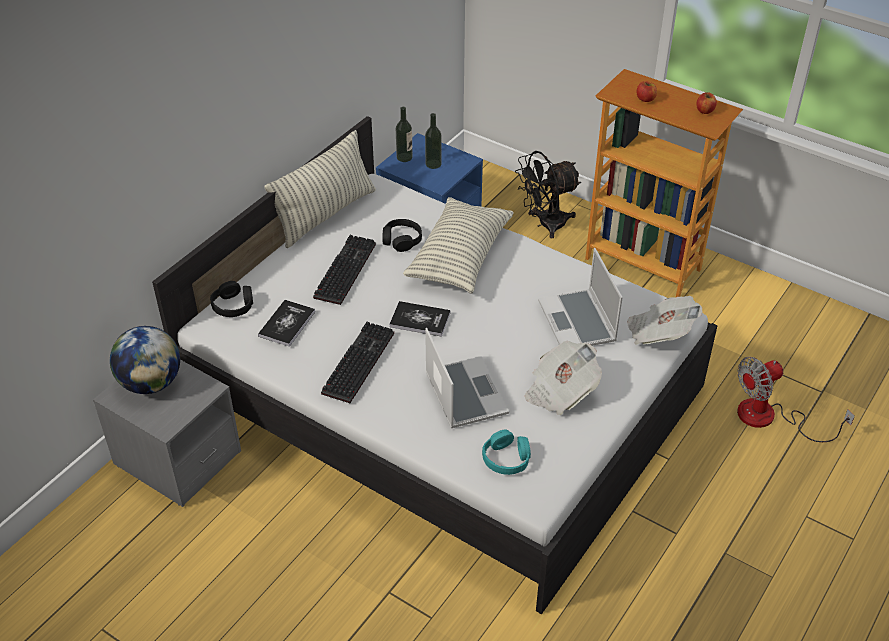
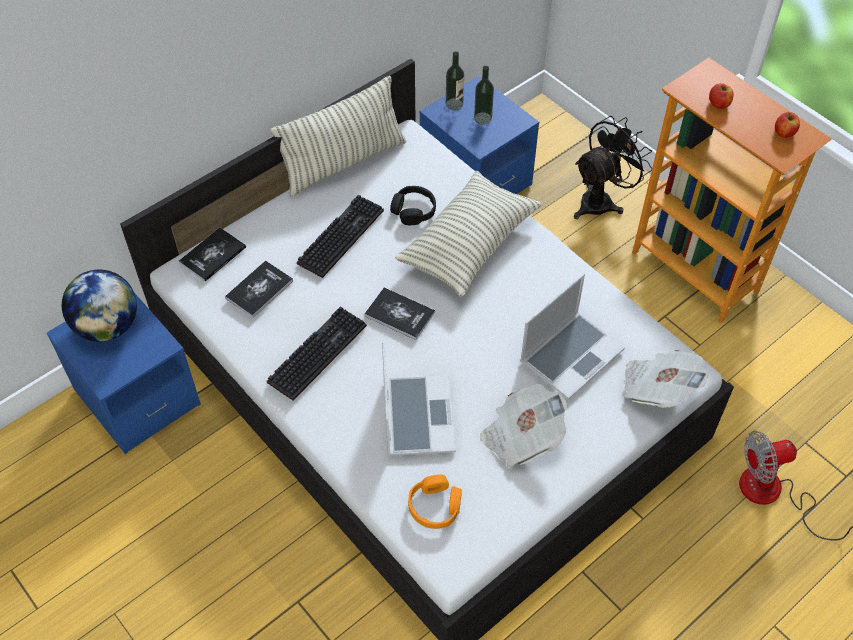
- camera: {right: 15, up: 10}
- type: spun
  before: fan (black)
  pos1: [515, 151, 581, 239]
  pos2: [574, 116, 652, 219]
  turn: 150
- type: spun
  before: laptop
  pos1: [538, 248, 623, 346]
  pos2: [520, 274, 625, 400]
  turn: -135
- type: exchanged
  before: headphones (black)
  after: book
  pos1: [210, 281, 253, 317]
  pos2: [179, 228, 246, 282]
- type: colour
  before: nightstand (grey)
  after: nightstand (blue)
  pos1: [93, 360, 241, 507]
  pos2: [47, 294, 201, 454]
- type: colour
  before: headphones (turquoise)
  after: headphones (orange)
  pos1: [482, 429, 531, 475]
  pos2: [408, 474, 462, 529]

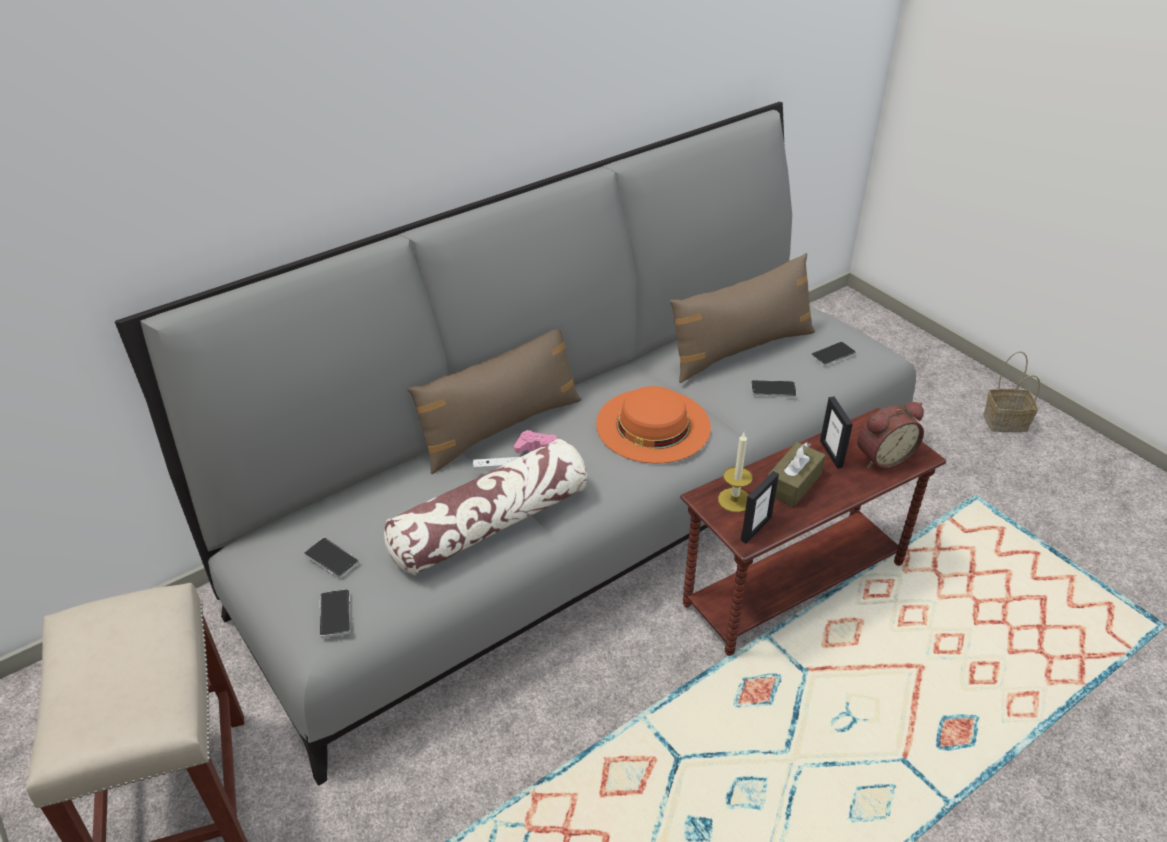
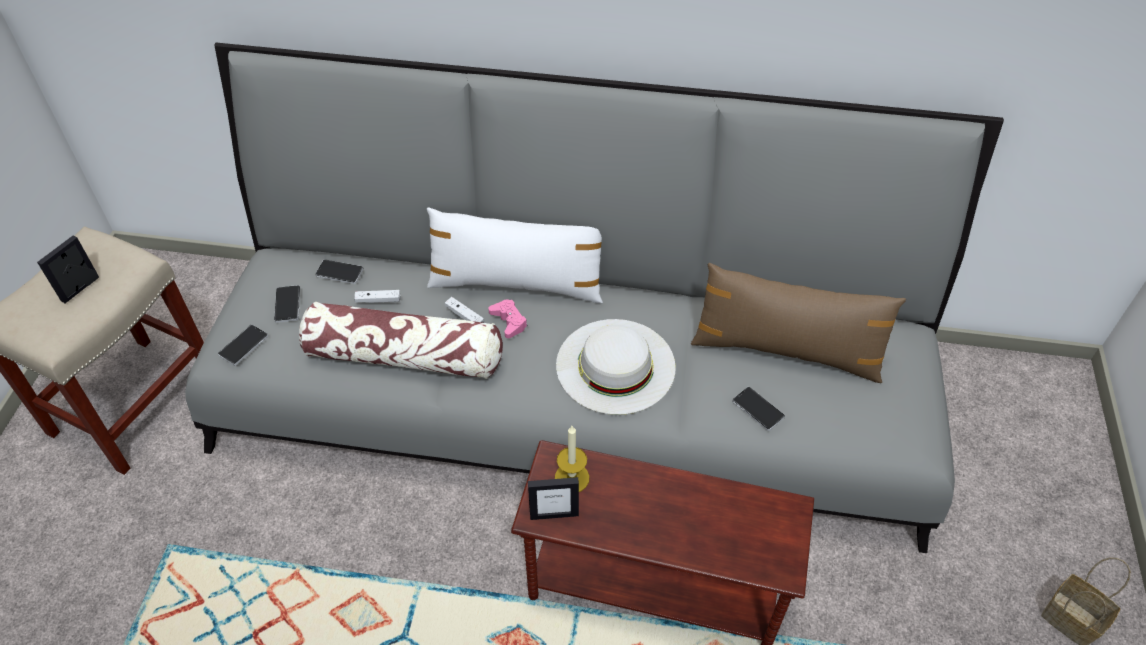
- camera: {right: 45, up: 10}
- type: colour
  before: pillow (brown)
  after: pillow (white)
  pos1: [408, 329, 582, 474]
  pos2: [427, 208, 603, 304]
- type: relocated
  before: phone
  pos1: [811, 342, 856, 367]
  pos2: [315, 259, 364, 284]
- type: colour
  before: hat (orange)
  after: hat (white)
  pos1: [596, 386, 711, 464]
  pos2: [556, 319, 676, 415]
- type: relocated
  before: picture frame
  pos1: [820, 396, 853, 469]
  pos2: [37, 235, 99, 303]
- type: missing
  before: alarm clock
  pos1: [857, 402, 924, 469]
- type: missing
  before: tissue box (brown)
  pos1: [768, 442, 826, 507]
- type: appeared
  after: game controller (white)
  pos2: [354, 290, 401, 303]

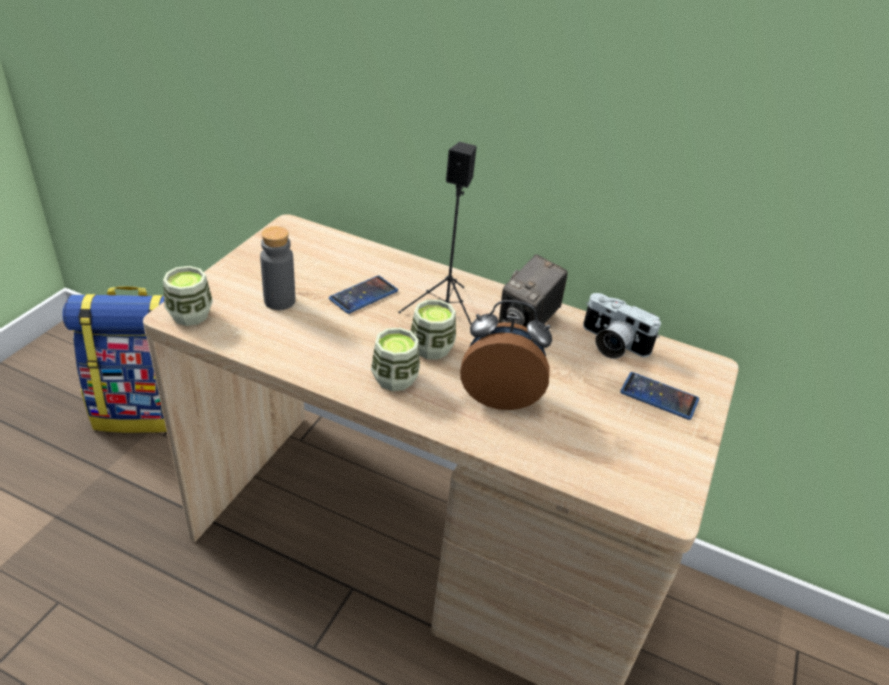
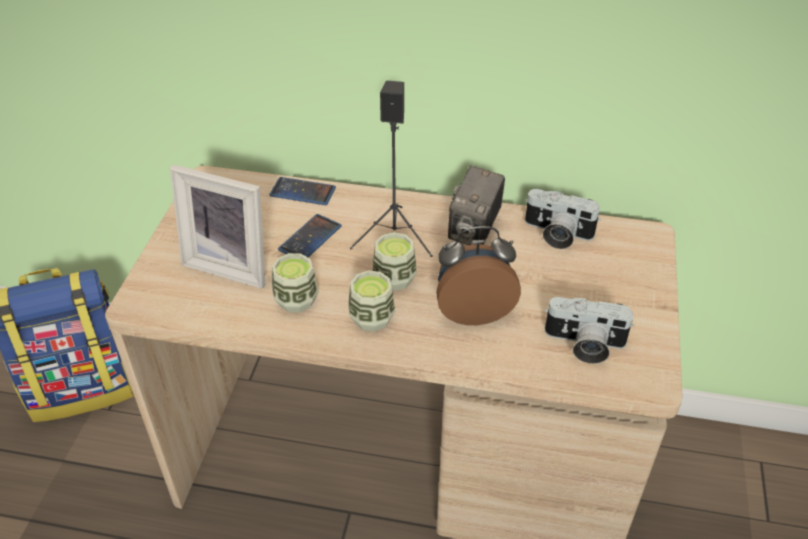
- camera: {right: -10, up: 5}
- type: exchanged
  before: bottle (grey)
  after: picture frame
  pos1: [260, 226, 295, 310]
  pos2: [170, 164, 265, 288]
- type: relocated
  before: cup
  pos1: [163, 266, 213, 326]
  pos2: [272, 253, 319, 313]
- type: relocated
  before: phone
  pos1: [620, 372, 699, 420]
  pos2: [269, 177, 336, 205]
- type: appeared
  after: photo camera
  pos2: [544, 297, 634, 364]

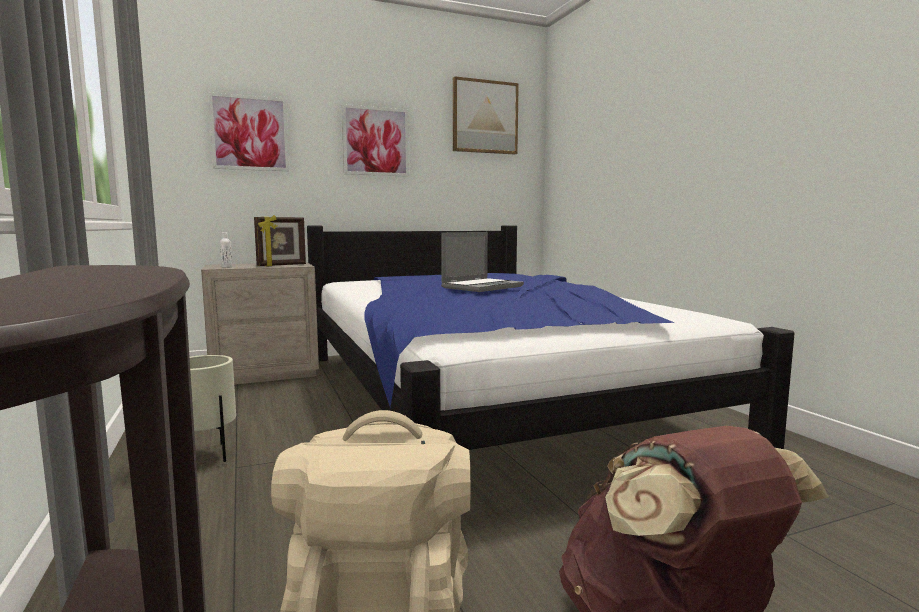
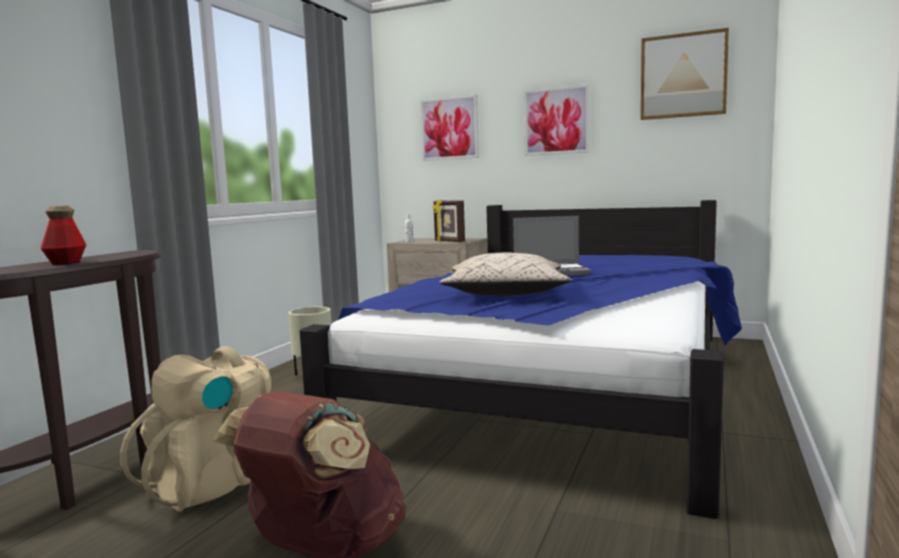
- camera: {right: 45, up: 0}
- type: spun
  before: picture frame
  pos1: [254, 215, 306, 267]
  pos2: [433, 199, 465, 242]
  turn: 45
- type: appeared
  after: bottle
  pos2: [40, 206, 86, 265]
- type: appeared
  after: pillow (beige)
  pos2: [440, 253, 572, 296]

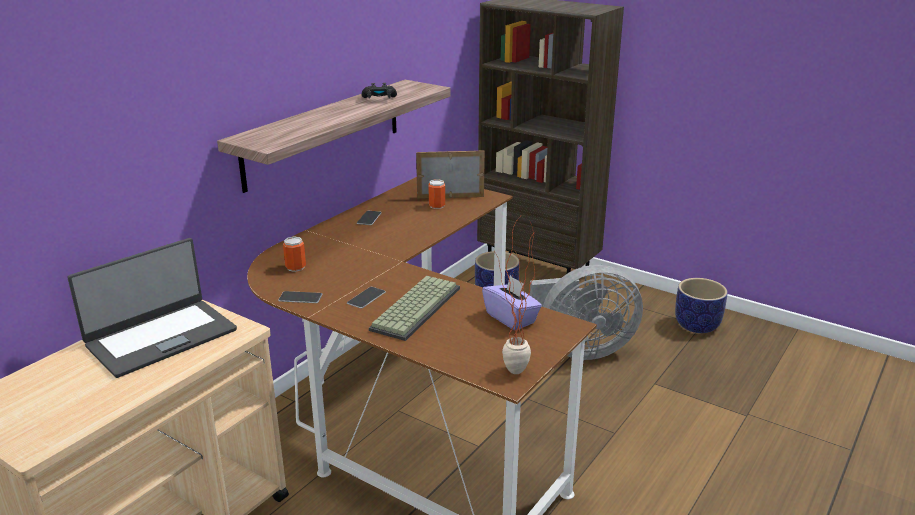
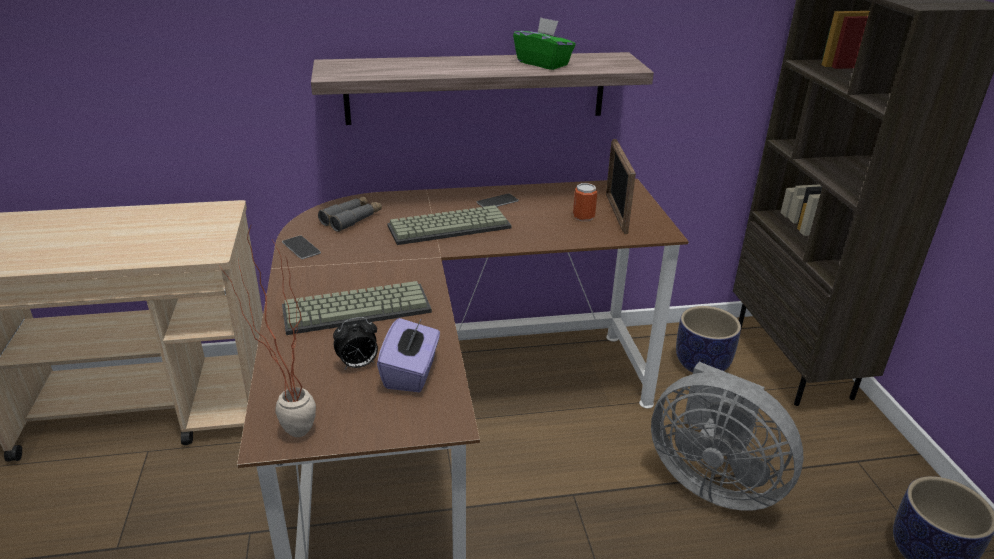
- camera: {right: 45, up: 5}
- type: exchanged
  before: game controller (black)
  after: tissue box (green)
  pos1: [361, 83, 397, 99]
  pos2: [513, 17, 576, 70]
- type: spun
  before: picture frame
  pos1: [416, 150, 485, 199]
  pos2: [606, 139, 636, 234]
  turn: -135
- type: exchanged
  before: can
  after: binoculars (grey)
  pos1: [283, 237, 306, 272]
  pos2: [318, 197, 382, 232]
- type: missing
  before: laptop
  pos1: [67, 238, 237, 378]
- type: missing
  before: phone
  pos1: [347, 287, 386, 308]
- type: appeared
  after: keyboard
  pos2: [387, 205, 511, 245]
- type: appeared
  after: alarm clock
  pos2: [333, 317, 378, 369]

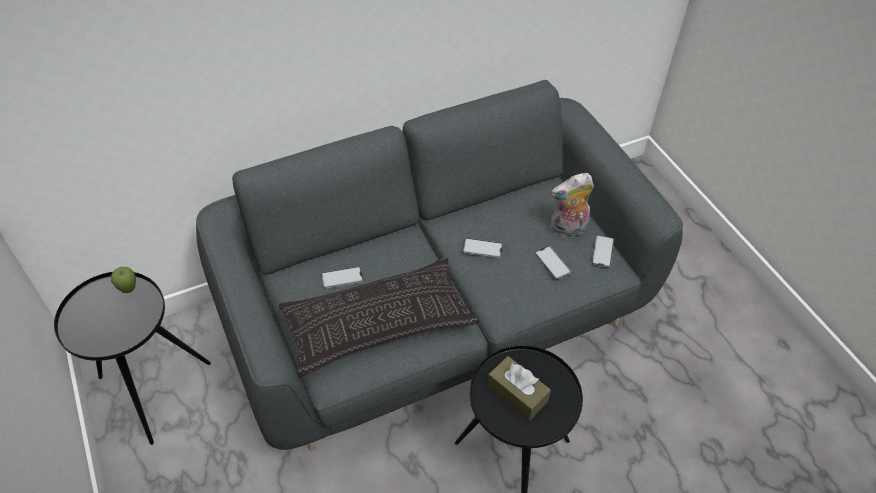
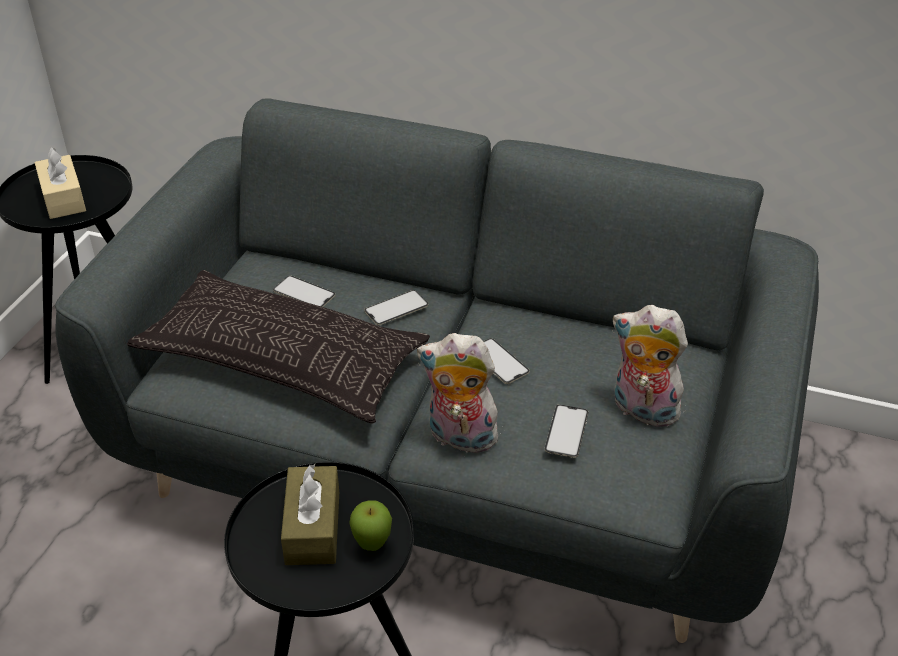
- camera: {right: 45, up: -10}
- type: relocated
  before: phone
  pos1: [591, 235, 614, 268]
  pos2: [364, 290, 428, 325]
- type: relocated
  before: apple
  pos1: [111, 267, 136, 293]
  pos2: [349, 500, 392, 551]
- type: appeared
  after: tissue box (beige)
  pos2: [34, 148, 86, 219]
- type: appeared
  after: plush toy
  pos2: [417, 333, 502, 457]

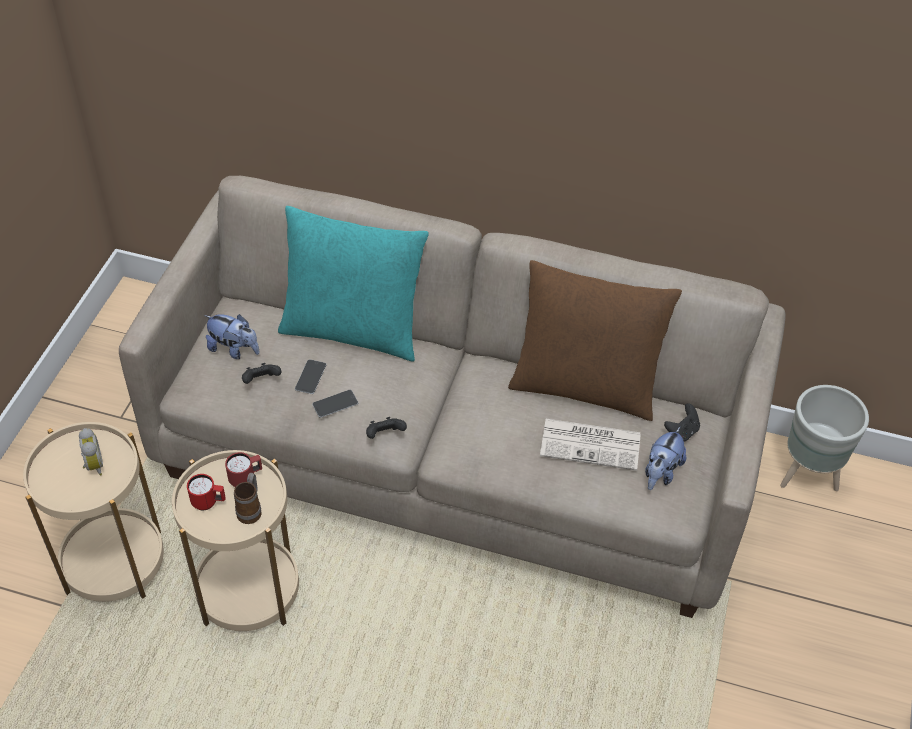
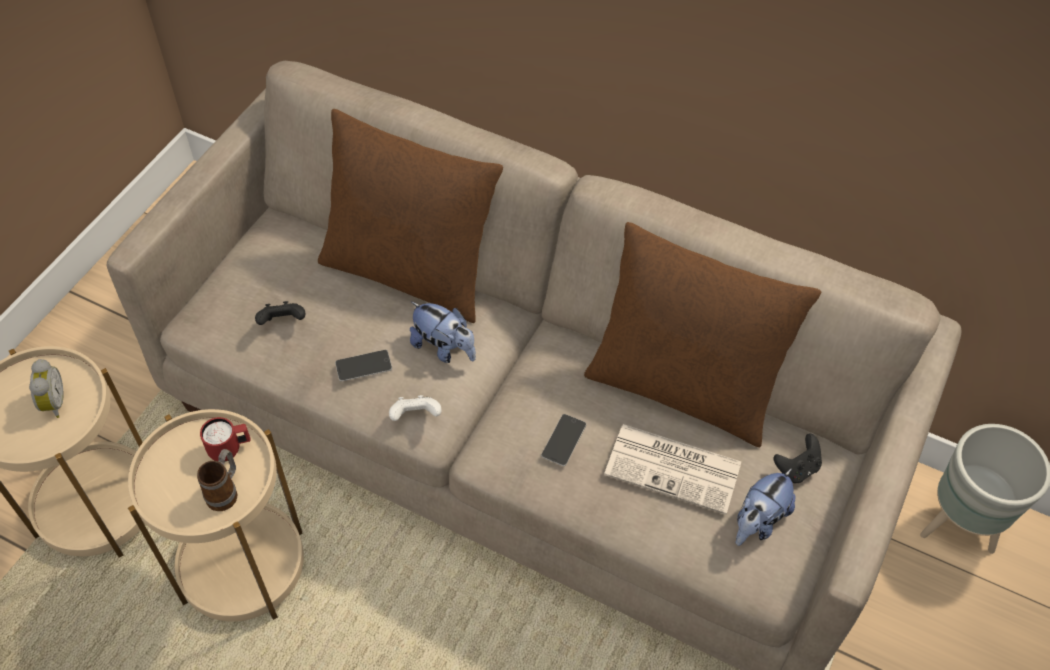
- camera: {right: 10, up: 5}
- type: colour
  before: pillow (turquoise)
  after: pillow (brown)
  pos1: [278, 206, 429, 362]
  pos2: [318, 109, 503, 323]
- type: relocated
  before: plush toy
  pos1: [204, 314, 259, 359]
  pos2: [410, 302, 476, 363]
- type: relocated
  before: phone
  pos1: [295, 359, 327, 394]
  pos2: [541, 414, 587, 466]
- type: colour
  before: game controller (black)
  after: game controller (white)
  pos1: [366, 417, 407, 439]
  pos2: [389, 395, 442, 421]
- type: missing
  before: mug (red)
  pos1: [187, 474, 226, 511]

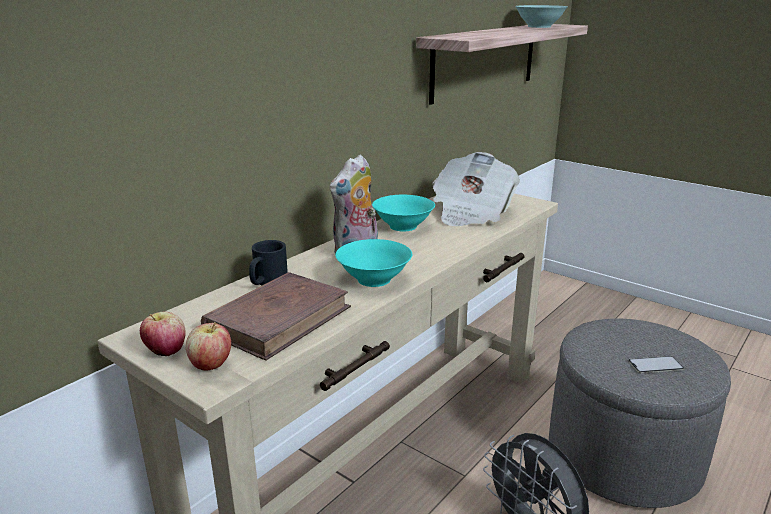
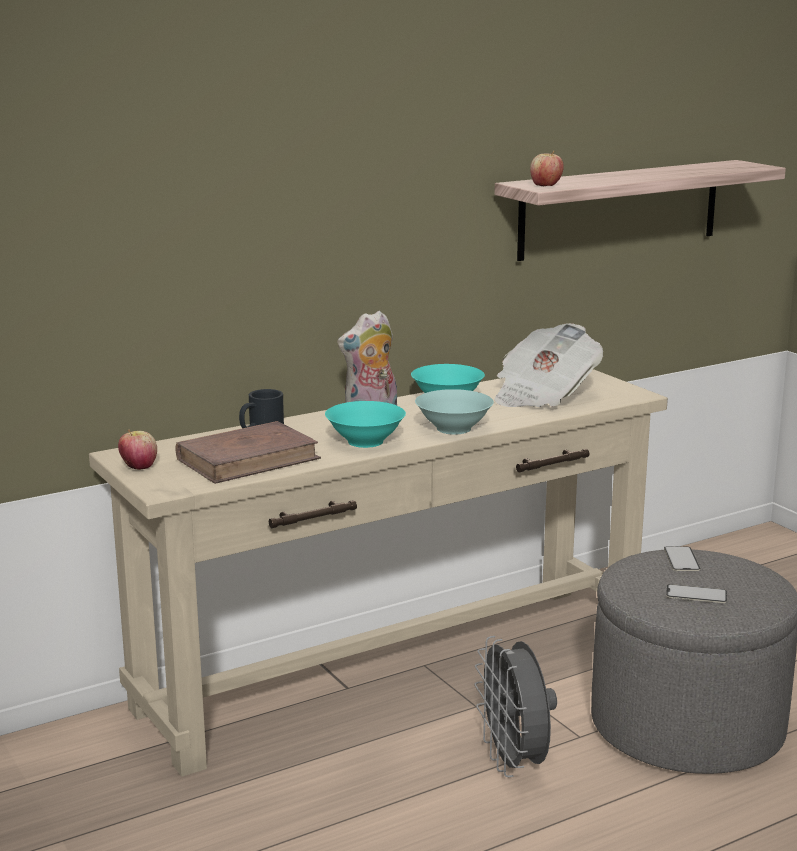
- camera: {right: 20, up: -5}
- type: relocated
  before: bowl (turquoise)
  pos1: [515, 5, 568, 28]
  pos2: [415, 389, 494, 435]
- type: relocated
  before: apple
  pos1: [186, 322, 231, 371]
  pos2: [530, 151, 564, 186]
- type: appeared
  after: phone
  pos2: [664, 546, 701, 571]

